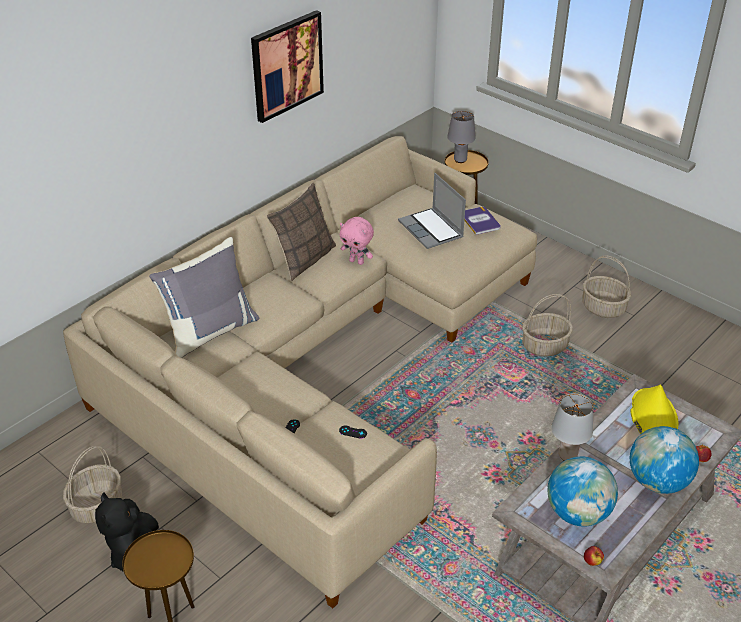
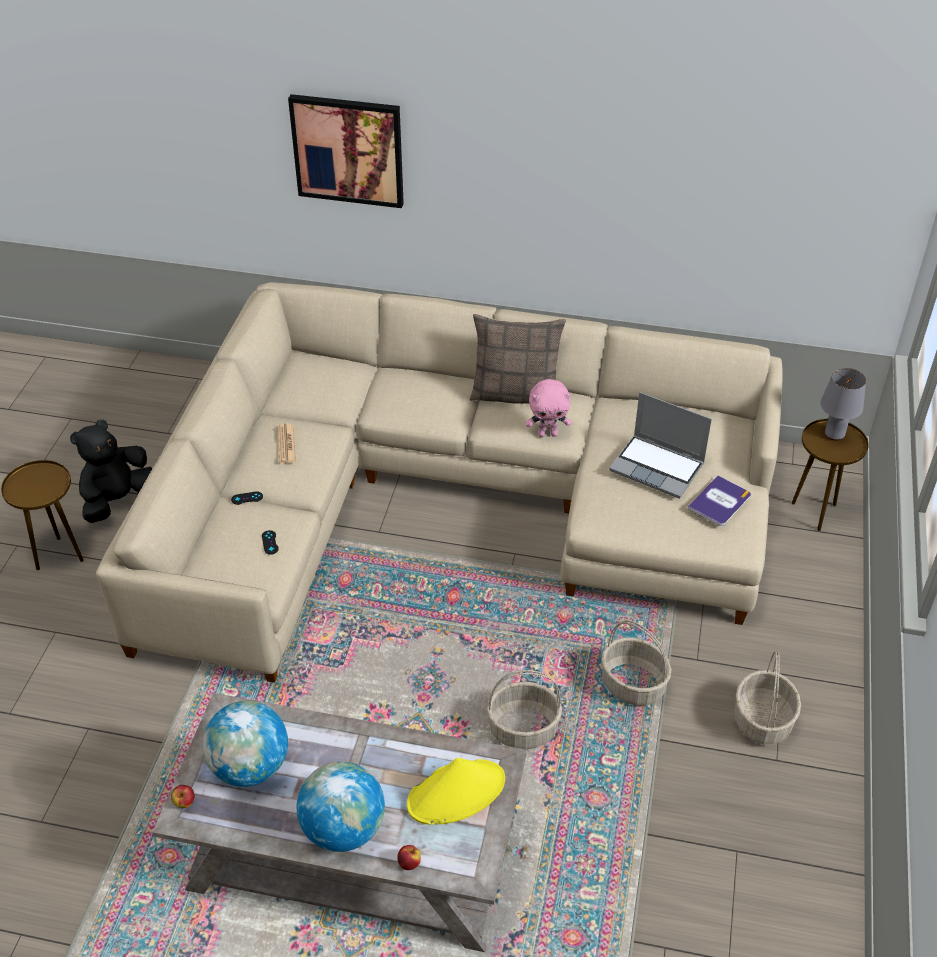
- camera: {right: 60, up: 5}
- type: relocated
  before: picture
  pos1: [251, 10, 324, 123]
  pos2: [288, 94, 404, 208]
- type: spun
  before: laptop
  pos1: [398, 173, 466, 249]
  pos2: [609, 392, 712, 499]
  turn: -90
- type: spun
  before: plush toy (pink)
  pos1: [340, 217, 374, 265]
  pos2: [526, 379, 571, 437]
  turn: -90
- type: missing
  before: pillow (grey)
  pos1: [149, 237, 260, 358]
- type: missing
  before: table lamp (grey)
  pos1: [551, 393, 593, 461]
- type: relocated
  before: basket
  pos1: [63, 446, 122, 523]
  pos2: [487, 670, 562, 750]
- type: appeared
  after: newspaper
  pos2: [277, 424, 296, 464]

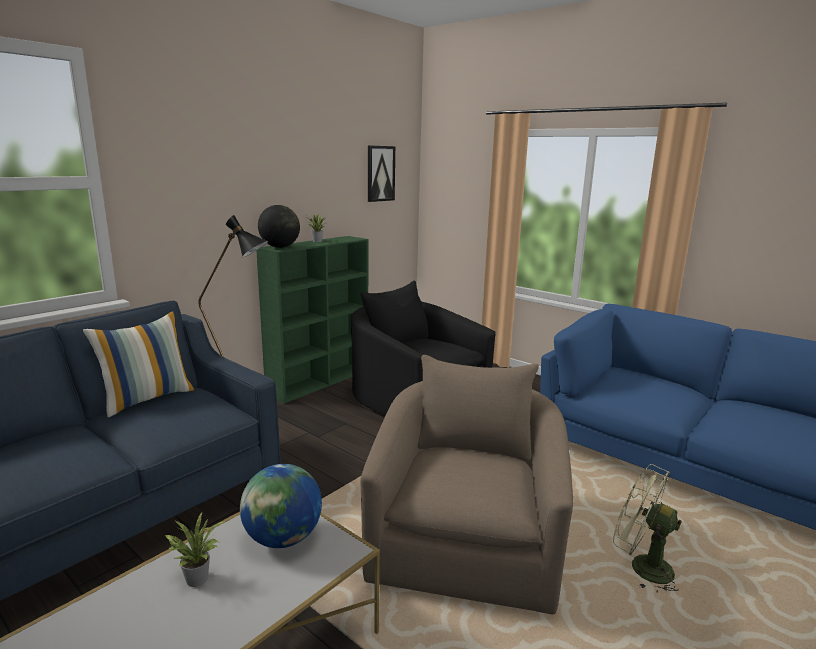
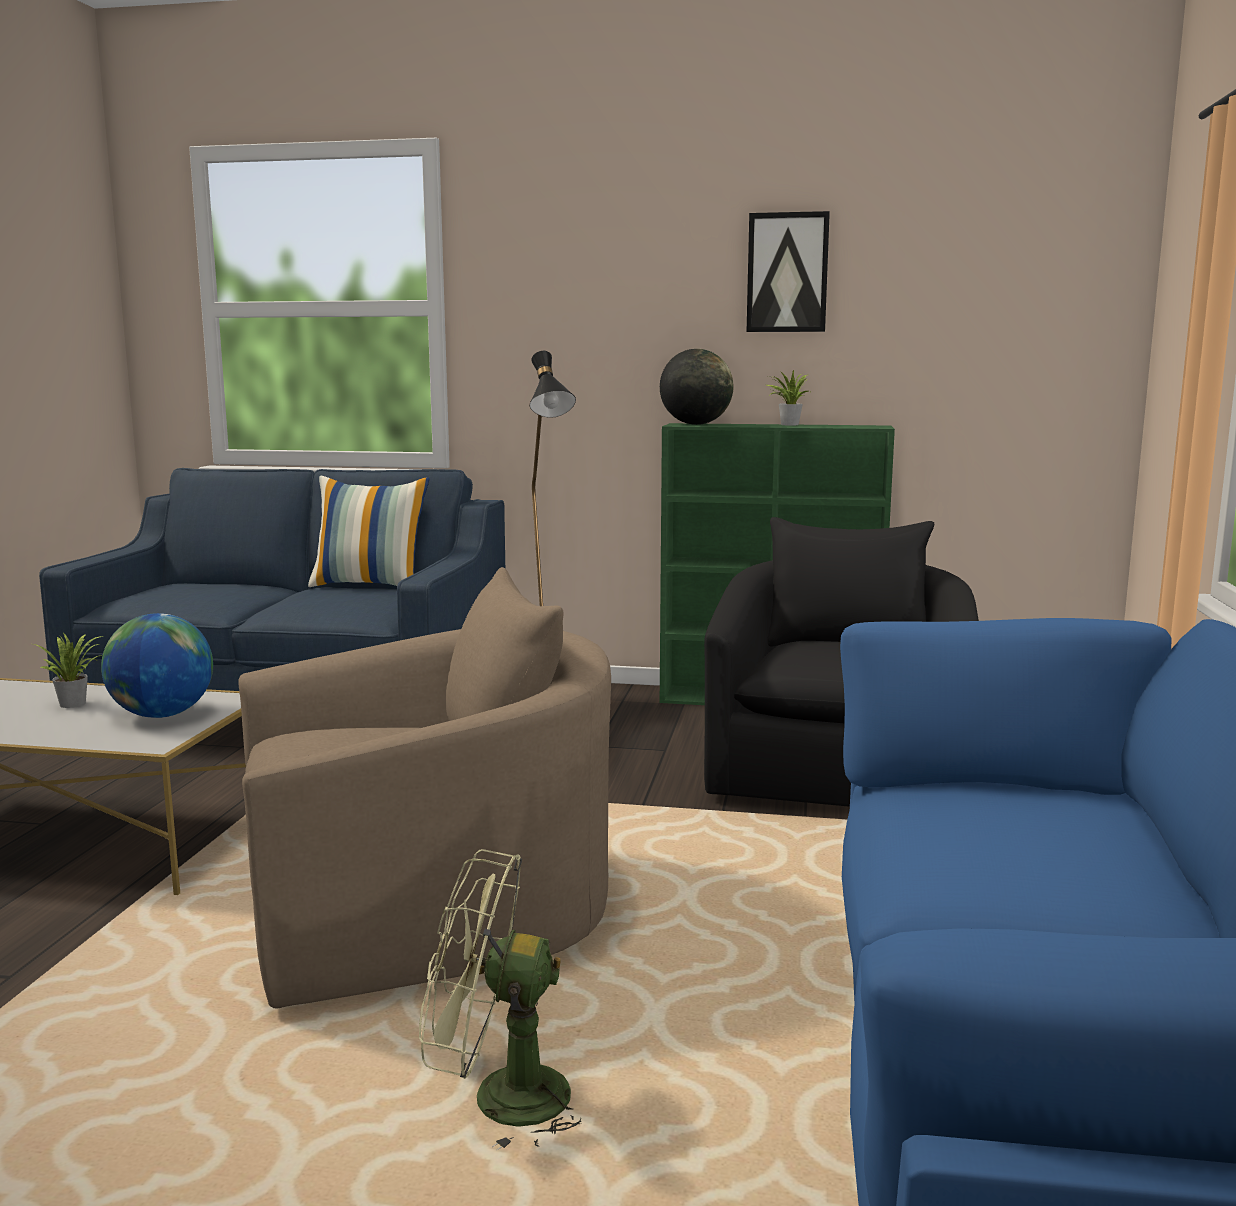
- camera: {right: 60, up: -5}
- type: relocated
  before: picture
  pos1: [368, 145, 395, 202]
  pos2: [747, 211, 830, 332]
- type: spun
  before: fan (green)
  pos1: [613, 464, 682, 594]
  pos2: [419, 849, 581, 1151]
  turn: -90

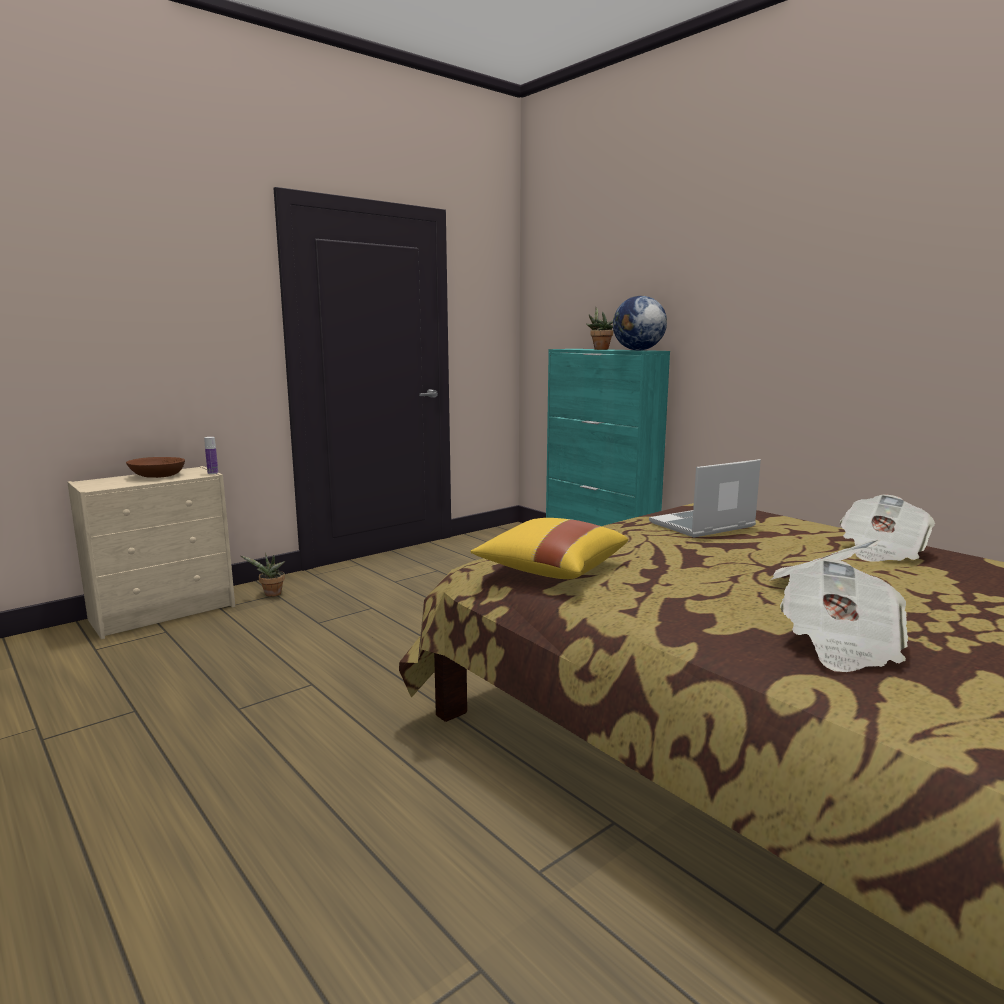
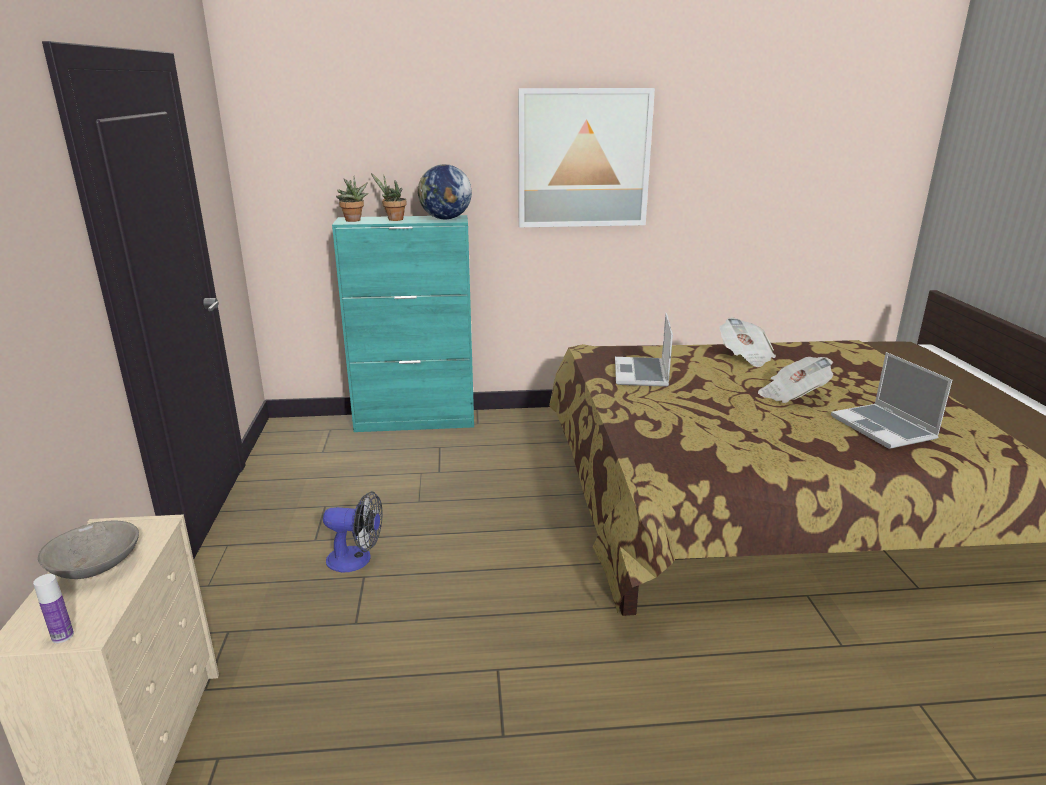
- camera: {right: -55, up: 10}
- type: relocated
  before: bottle
  pos1: [204, 437, 218, 474]
  pos2: [33, 574, 74, 643]
- type: colour
  before: bowl (brown)
  after: bowl (grey)
  pos1: [126, 457, 185, 478]
  pos2: [38, 520, 139, 579]
- type: missing
  before: pillow (yellow)
  pos1: [471, 518, 628, 579]
- type: relocated
  before: potted plant
  pos1: [241, 553, 285, 597]
  pos2: [336, 177, 368, 222]
- type: exchanged
  before: newspaper
  after: laptop
  pos1: [780, 559, 908, 672]
  pos2: [831, 352, 952, 449]
- type: appeared
  after: picture
  pos2: [518, 88, 655, 227]
- type: appeared
  after: fan
  pos2: [323, 491, 383, 573]

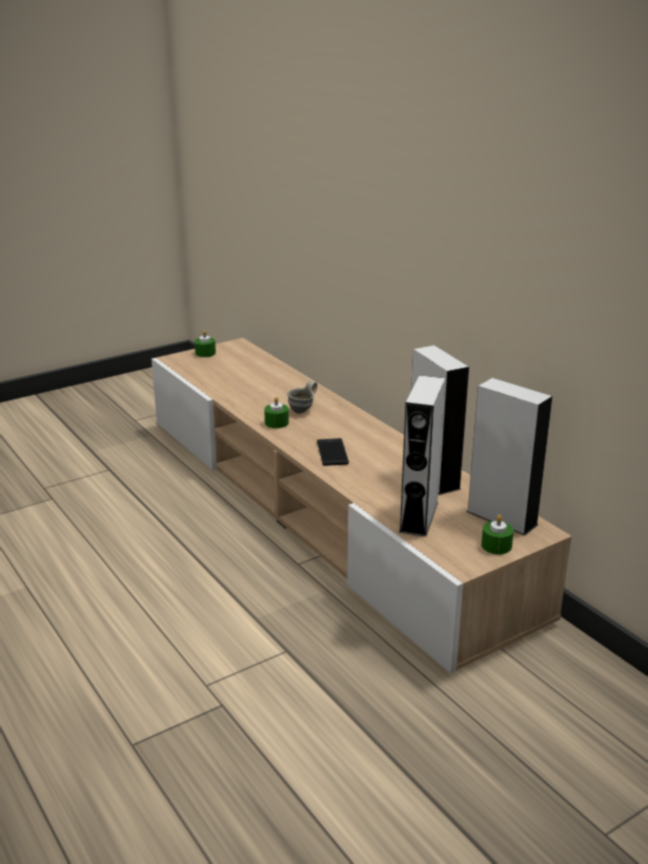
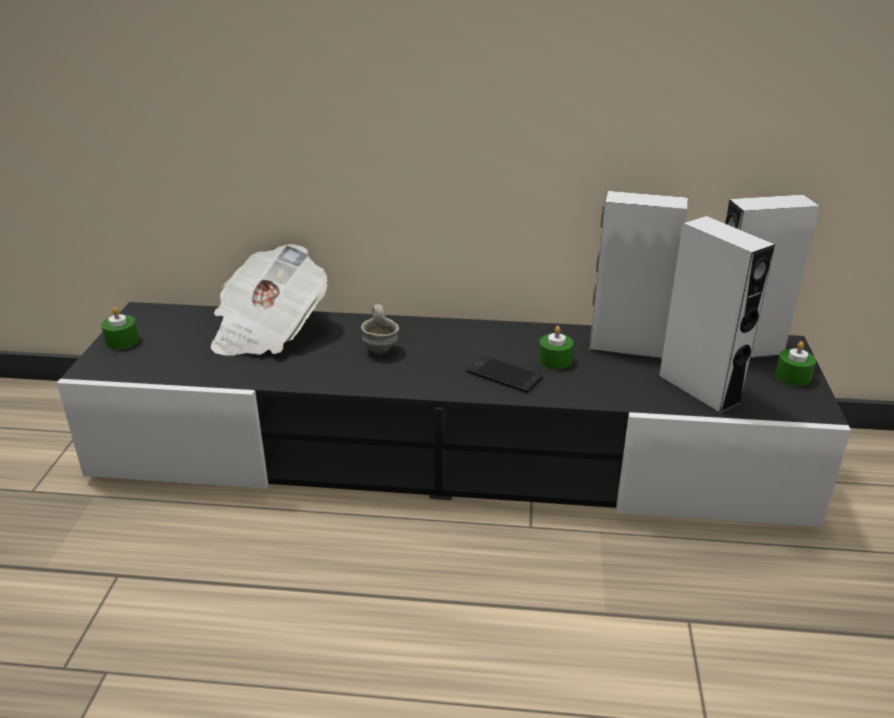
- camera: {right: -50, up: 5}
- type: colour
  before: tv stand (beige)
  after: tv stand (black)
  pos1: [151, 338, 572, 673]
  pos2: [57, 302, 851, 527]
- type: relocated
  before: candle (green)
  pos1: [264, 397, 289, 428]
  pos2: [539, 326, 573, 370]
- type: appeared
  after: newspaper
  pos2: [210, 244, 327, 356]

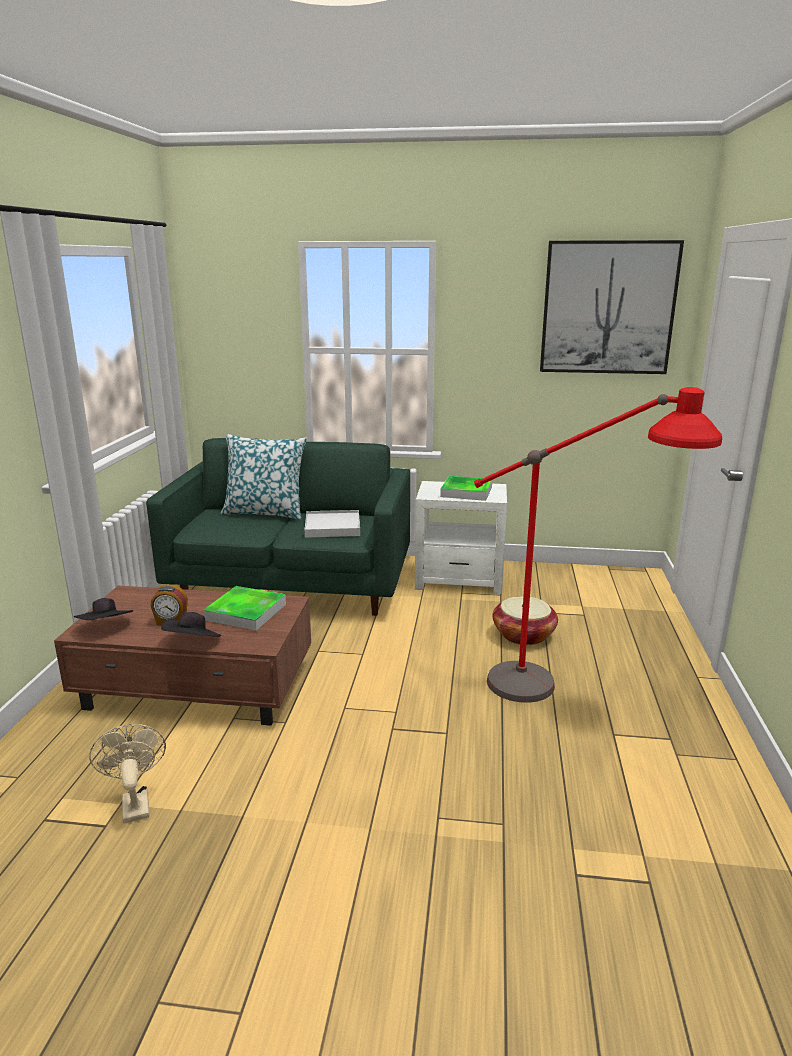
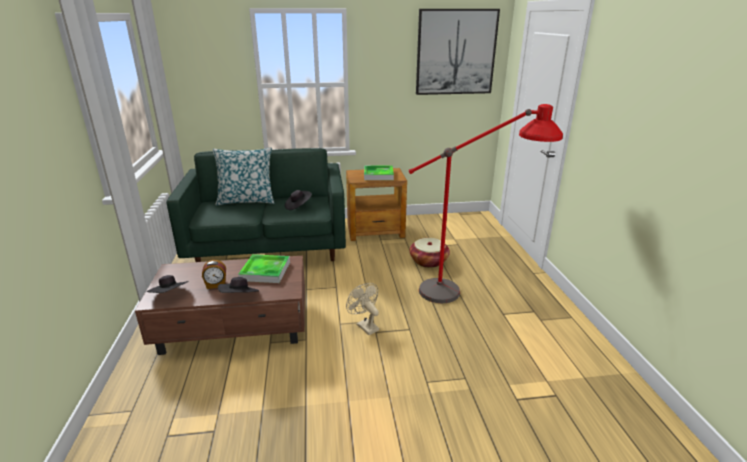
- camera: {right: -15, up: 5}
- type: colour
  before: side table (white)
  after: side table (brown)
  pos1: [415, 481, 507, 595]
  pos2: [346, 168, 407, 241]
- type: exchanged
  before: tray (white)
  after: hat (black)
  pos1: [305, 510, 360, 538]
  pos2: [285, 190, 312, 210]
- type: relocated
  before: fan (beige)
  pos1: [89, 724, 166, 824]
  pos2: [346, 283, 379, 335]

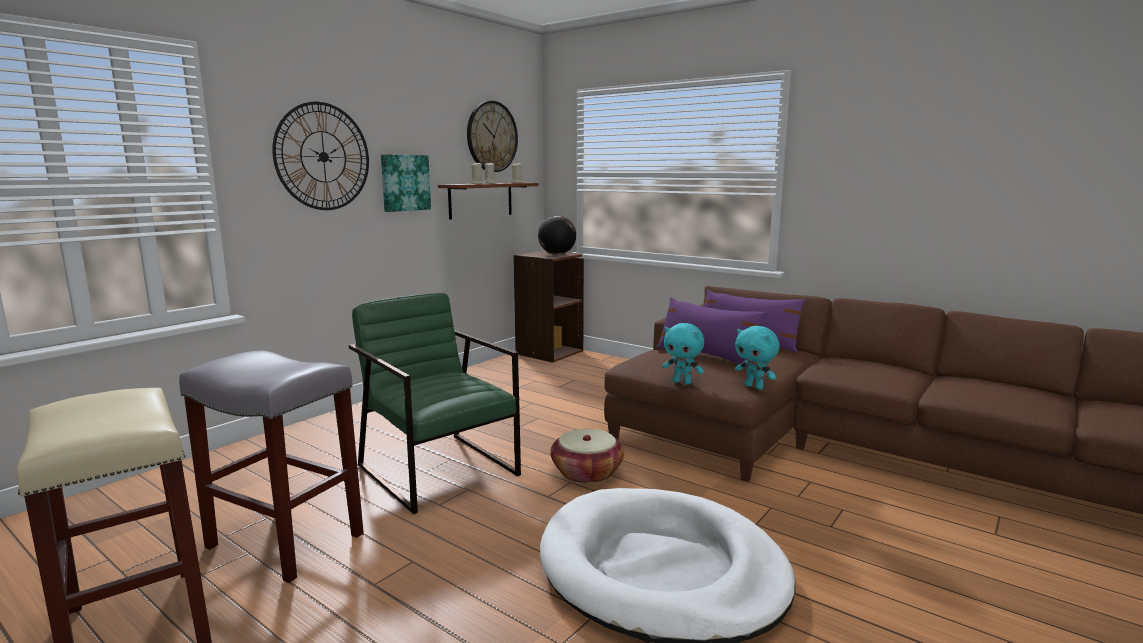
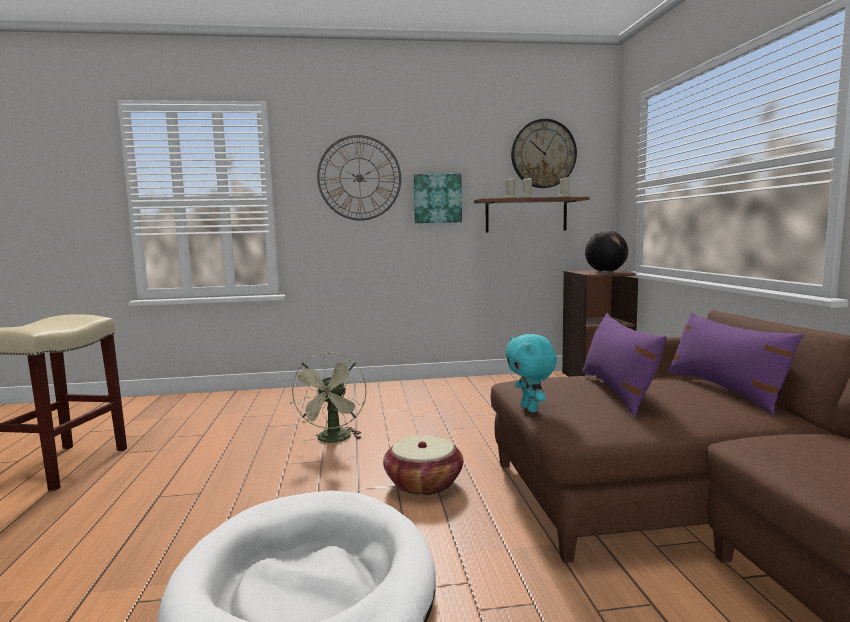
- camera: {right: 45, up: -5}
- type: exchanged
  before: armchair (green)
  after: fan (green)
  pos1: [349, 293, 521, 514]
  pos2: [290, 352, 367, 443]
- type: missing
  before: plush toy (turquoise)
  pos1: [735, 326, 779, 390]
- type: missing
  before: stool (grey)
  pos1: [179, 350, 364, 583]

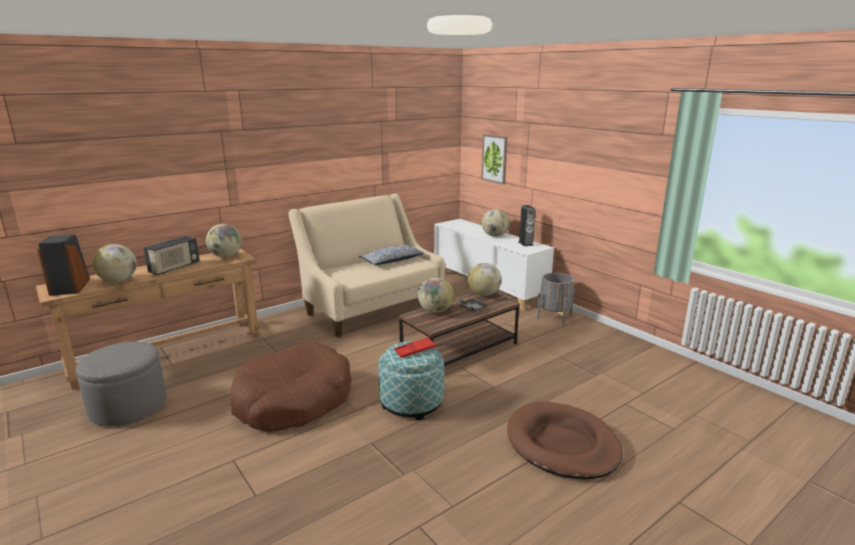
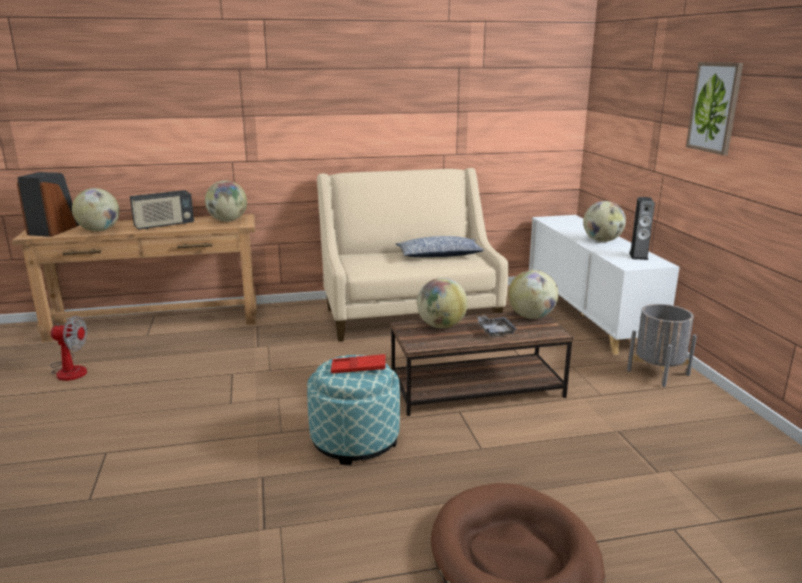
- camera: {right: 25, up: 0}
- type: relocated
  before: picture
  pos1: [481, 134, 508, 184]
  pos2: [686, 62, 743, 155]
- type: exchanged
  before: ottoman (grey)
  after: fan
  pos1: [76, 342, 167, 426]
  pos2: [50, 316, 87, 381]
- type: missing
  before: dog bed (brown)
  pos1: [230, 342, 352, 432]

